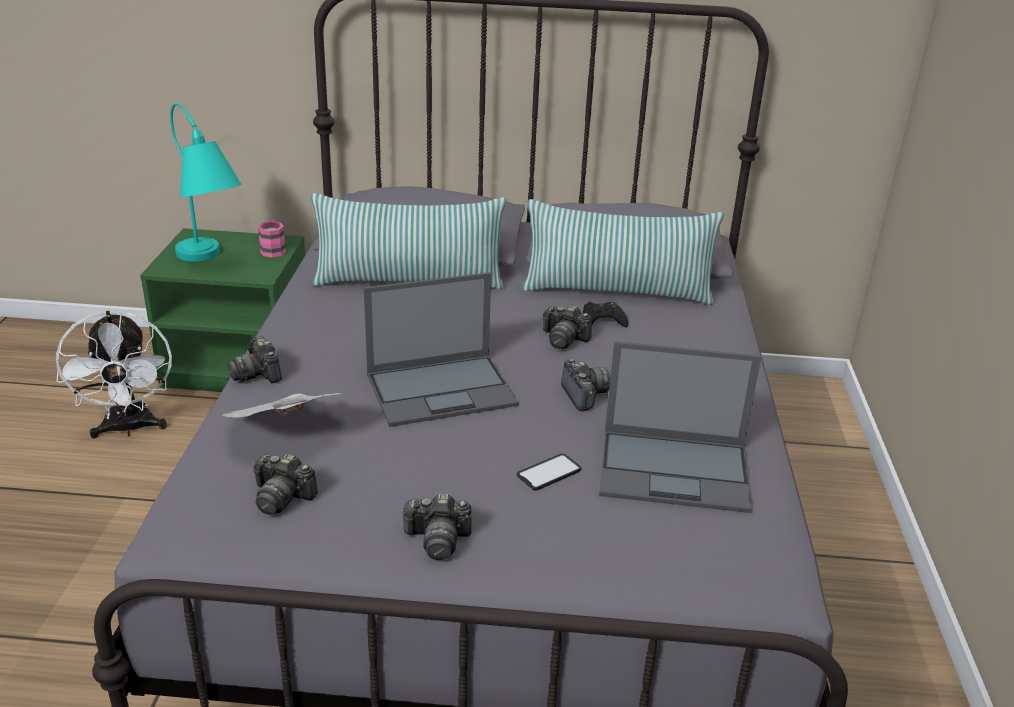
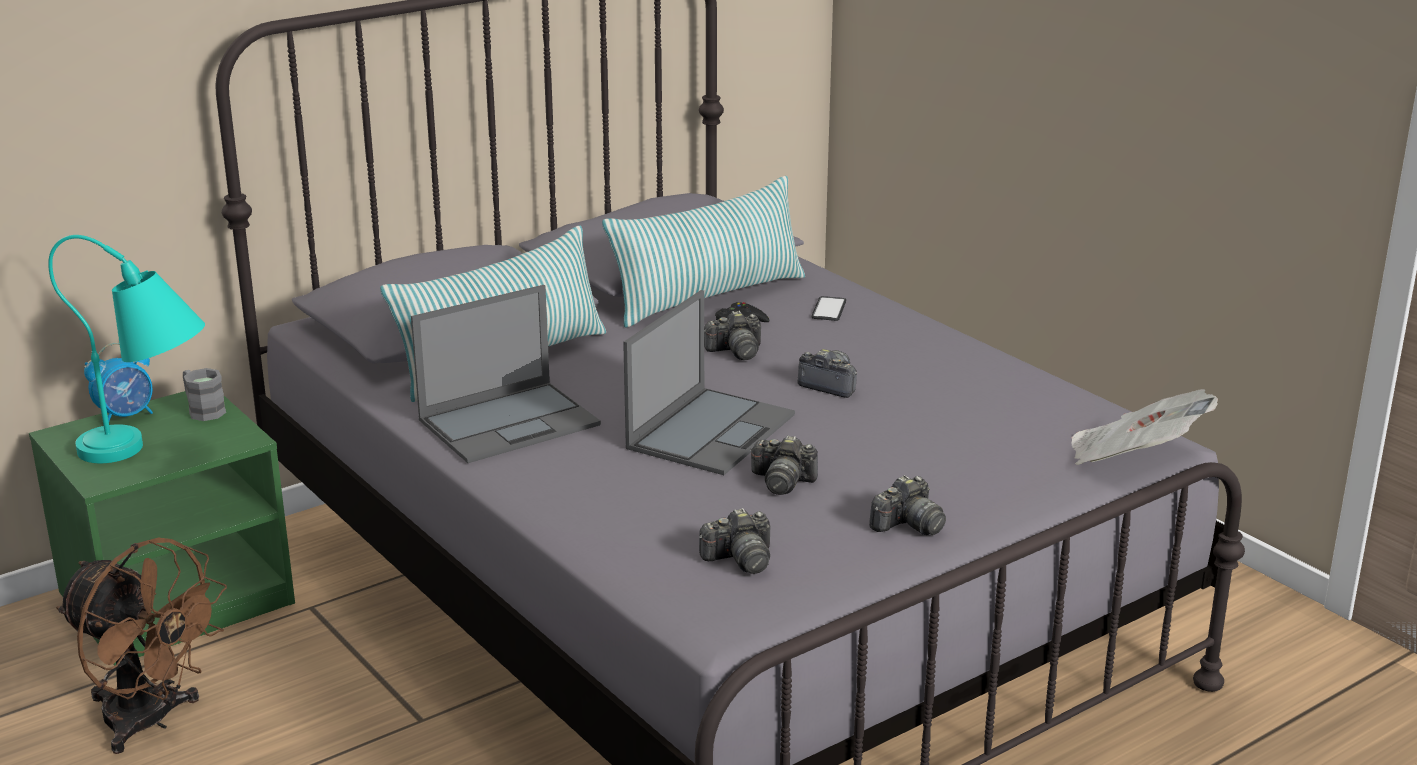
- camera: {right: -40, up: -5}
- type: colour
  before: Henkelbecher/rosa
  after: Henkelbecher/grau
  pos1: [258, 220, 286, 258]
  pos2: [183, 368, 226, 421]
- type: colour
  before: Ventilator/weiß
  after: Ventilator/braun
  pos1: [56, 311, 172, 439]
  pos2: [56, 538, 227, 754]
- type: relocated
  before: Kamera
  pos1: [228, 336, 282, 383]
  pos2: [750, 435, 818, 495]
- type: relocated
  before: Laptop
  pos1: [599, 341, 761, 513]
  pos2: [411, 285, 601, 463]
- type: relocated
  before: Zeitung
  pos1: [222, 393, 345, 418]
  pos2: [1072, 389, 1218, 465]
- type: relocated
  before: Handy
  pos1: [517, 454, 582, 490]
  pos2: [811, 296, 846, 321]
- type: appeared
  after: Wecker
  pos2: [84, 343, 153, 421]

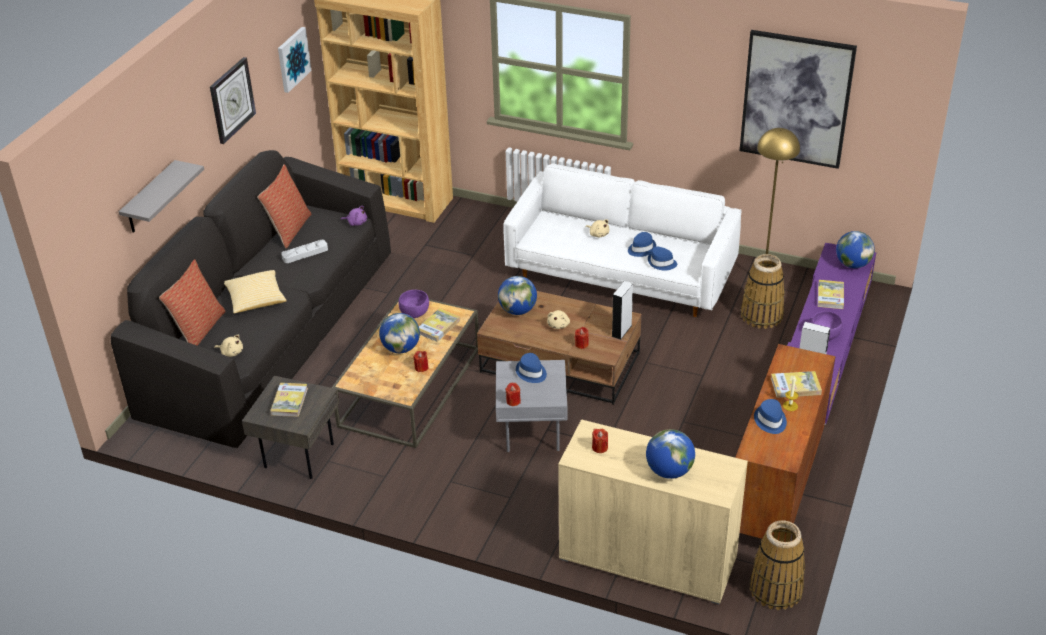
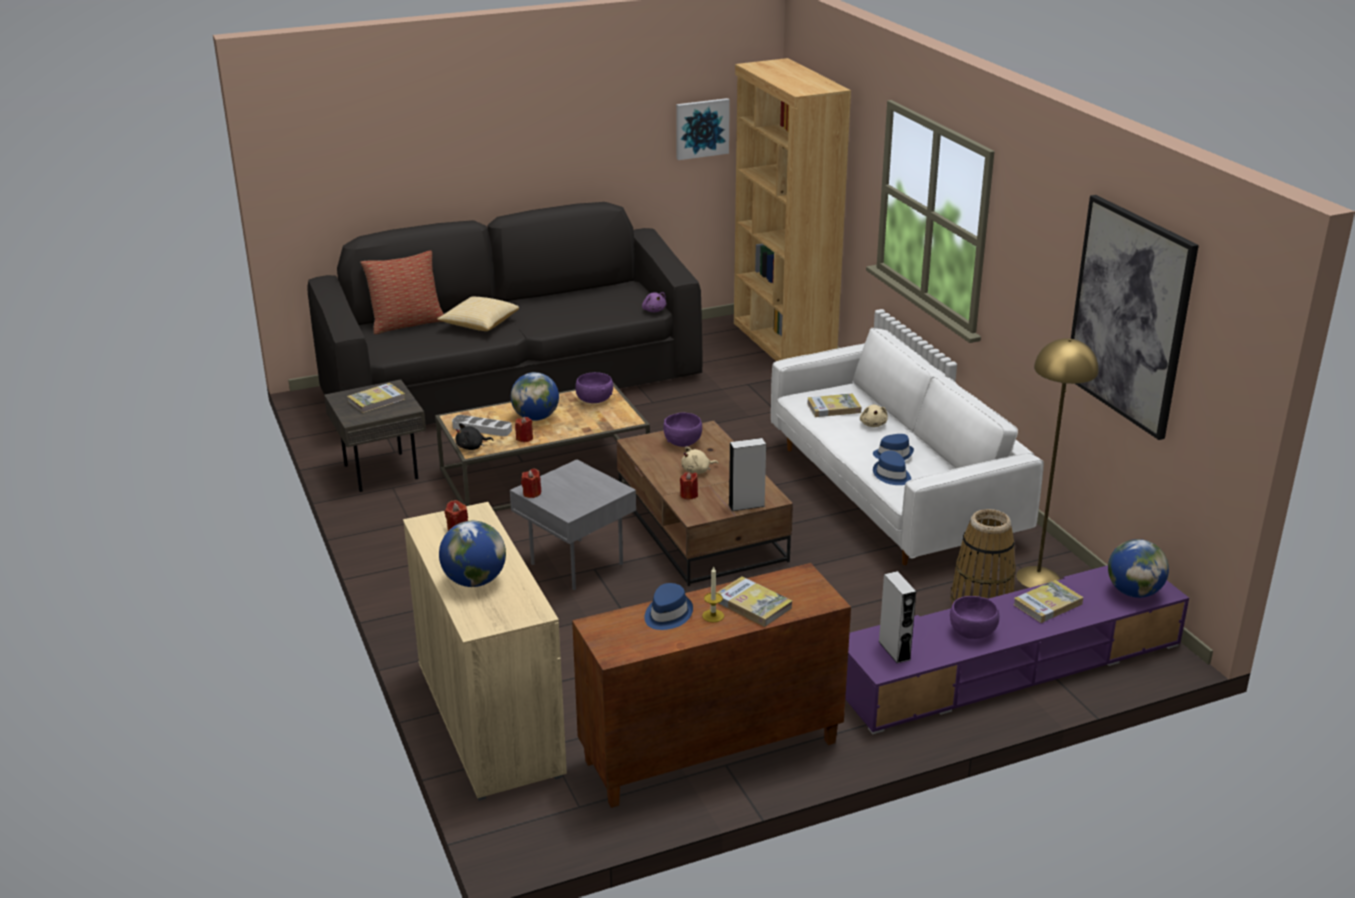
- camera: {right: 45, up: -10}
- type: missing
  before: Wanduhr
  pos1: [210, 57, 256, 144]
- type: missing
  before: Wandregal/grau
  pos1: [119, 160, 204, 233]
- type: missing
  before: Kissen
  pos1: [257, 164, 311, 248]
- type: relocated
  before: Tablett/grau
  pos1: [281, 240, 328, 263]
  pos2: [452, 415, 512, 436]
- type: exchanged
  before: Globus
  after: Schüssel/lila
  pos1: [498, 276, 537, 315]
  pos2: [663, 413, 702, 447]
- type: relocated
  before: Buch
  pos1: [419, 308, 460, 342]
  pos2: [807, 393, 862, 417]
- type: missing
  before: Plüschtier/beige
  pos1: [214, 335, 243, 357]
- type: missing
  before: Hut/blau
  pos1: [516, 353, 547, 383]
- type: missing
  before: Korb
  pos1: [750, 520, 805, 610]
- type: appeared
  after: Plüschtier/schwarz
  pos2: [456, 423, 494, 450]

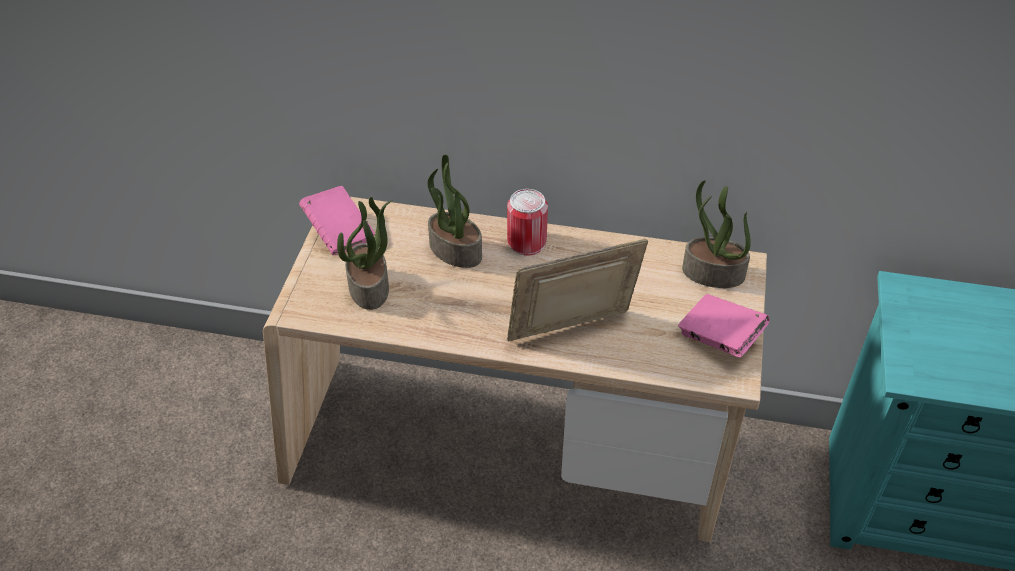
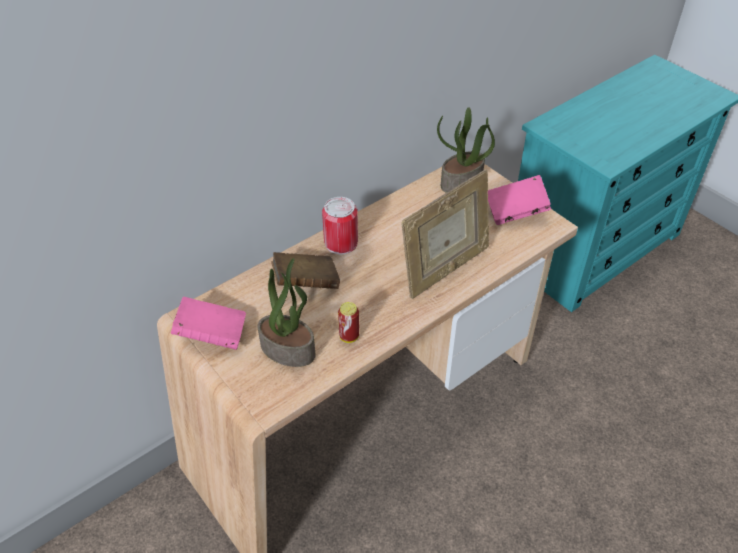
- camera: {right: -50, up: 0}
- type: exchanged
  before: Topfpflanze
  after: Buch/braun
  pos1: [428, 155, 482, 268]
  pos2: [271, 252, 340, 289]
- type: spun
  before: Bilderrahmen
  pos1: [507, 238, 648, 341]
  pos2: [402, 169, 489, 299]
  turn: -150
- type: appeared
  after: Dose
  pos2: [338, 302, 359, 343]

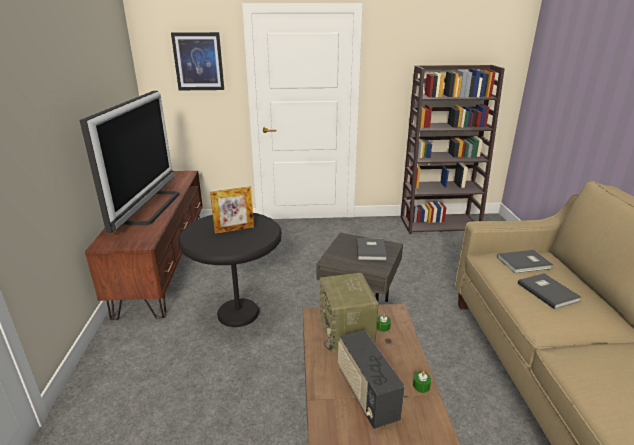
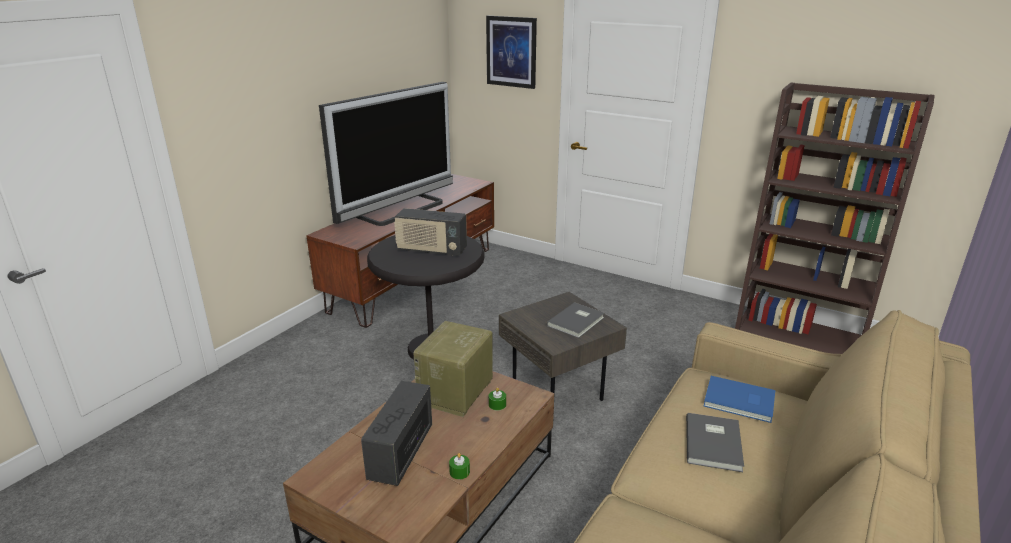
- camera: {right: 35, up: 0}
- type: exchanged
  before: Bilderrahmen
  after: Radio
  pos1: [210, 186, 254, 234]
  pos2: [394, 208, 467, 256]
- type: colour
  before: Buch/grau
  after: Buch/blau
  pos1: [497, 250, 553, 273]
  pos2: [704, 376, 775, 423]

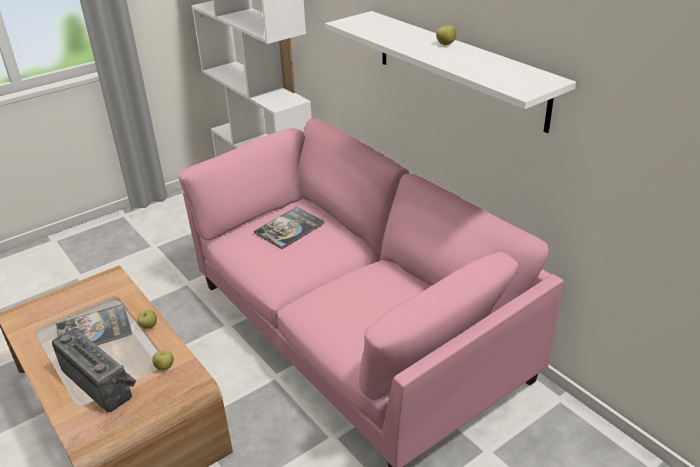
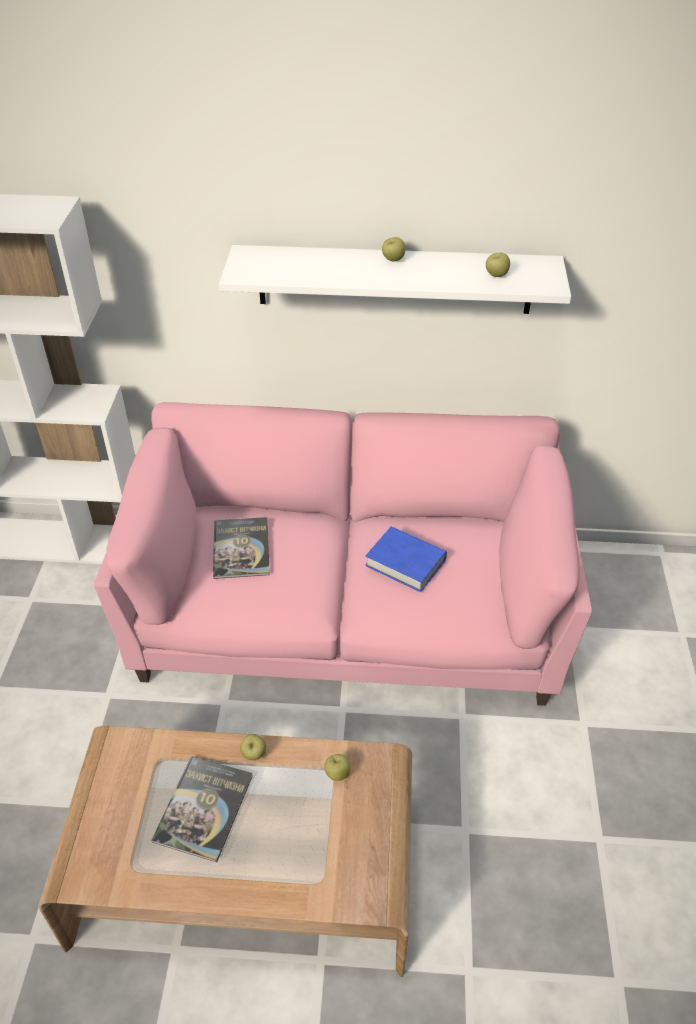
- camera: {right: -50, up: 10}
- type: missing
  before: Radio
  pos1: [52, 328, 136, 412]
- type: appeared
  after: Apfel
  pos2: [486, 252, 510, 277]
- type: appeared
  after: Buch/blau
  pos2: [365, 527, 447, 592]

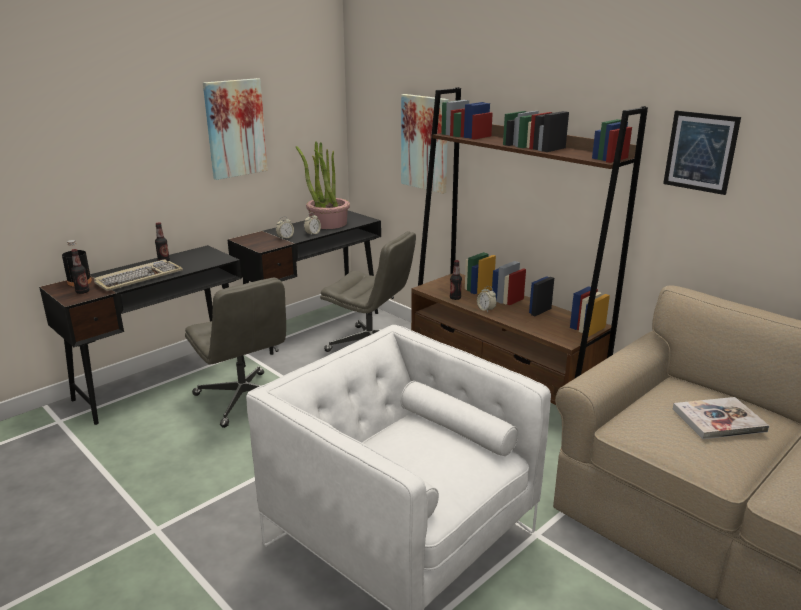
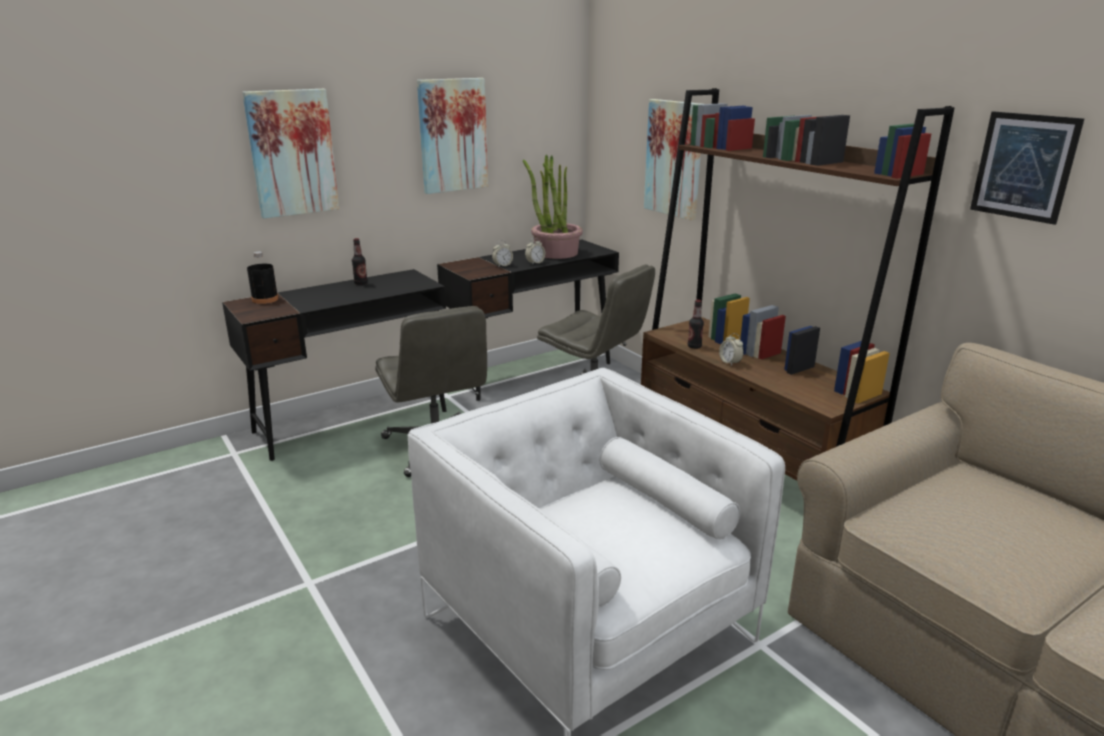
- camera: {right: 10, up: 0}
- type: missing
  before: Flasche
  pos1: [71, 249, 89, 294]
- type: missing
  before: Tastatur
  pos1: [94, 259, 183, 291]
- type: missing
  before: Buch
  pos1: [673, 397, 769, 439]
- type: appeared
  after: Bild
  pos2: [242, 89, 339, 219]

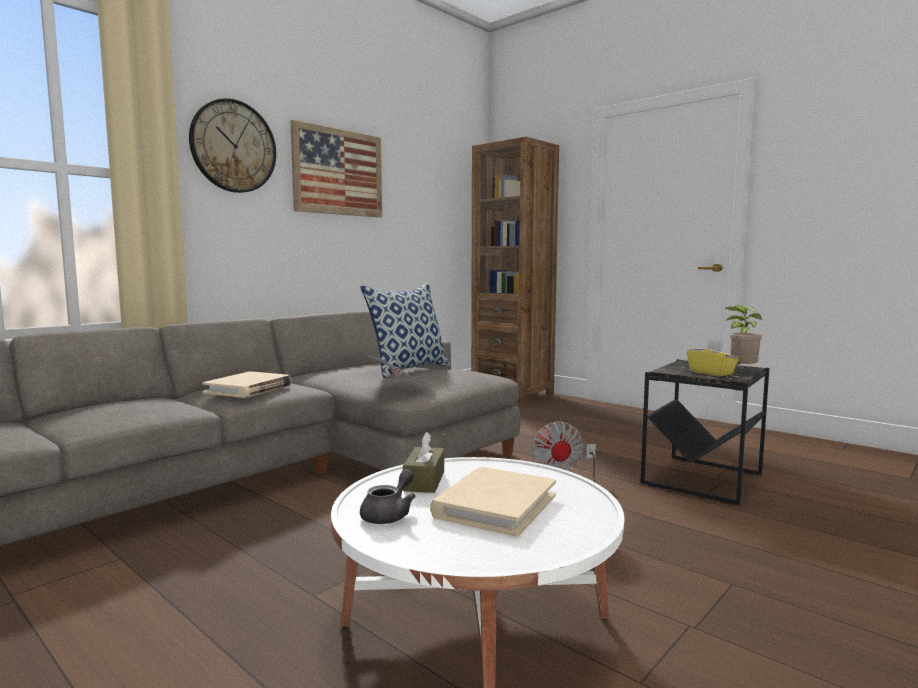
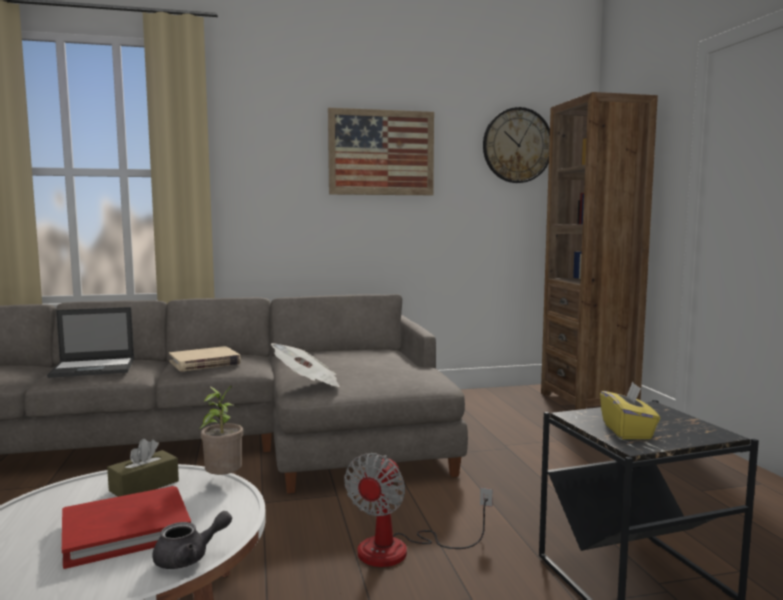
- camera: {right: 35, up: 0}
- type: relocated
  before: Wanduhr
  pos1: [189, 98, 276, 193]
  pos2: [483, 107, 550, 183]
- type: missing
  before: Kissen
  pos1: [360, 283, 450, 378]
- type: relocated
  before: Topfpflanze
  pos1: [725, 305, 762, 365]
  pos2: [199, 386, 243, 475]
- type: colour
  before: Buch/beige
  after: Buch/rot
  pos1: [430, 467, 556, 537]
  pos2: [62, 486, 191, 569]
- type: relocated
  before: Teekanne/grau
  pos1: [360, 469, 416, 524]
  pos2: [152, 511, 232, 569]
- type: appeared
  after: Laptop
  pos2: [47, 307, 134, 378]

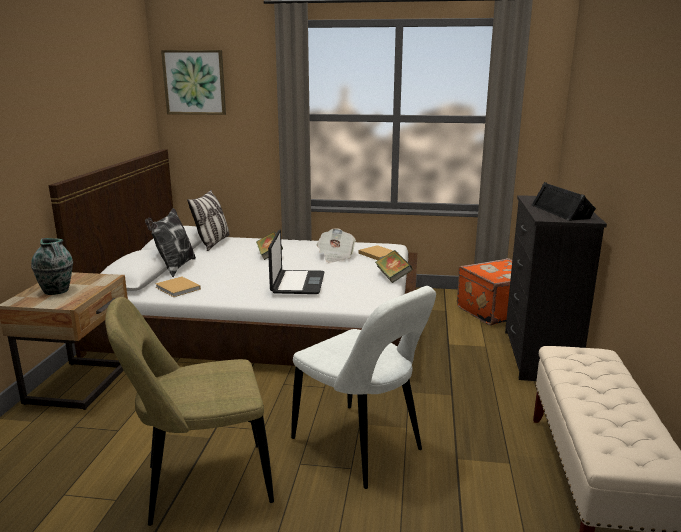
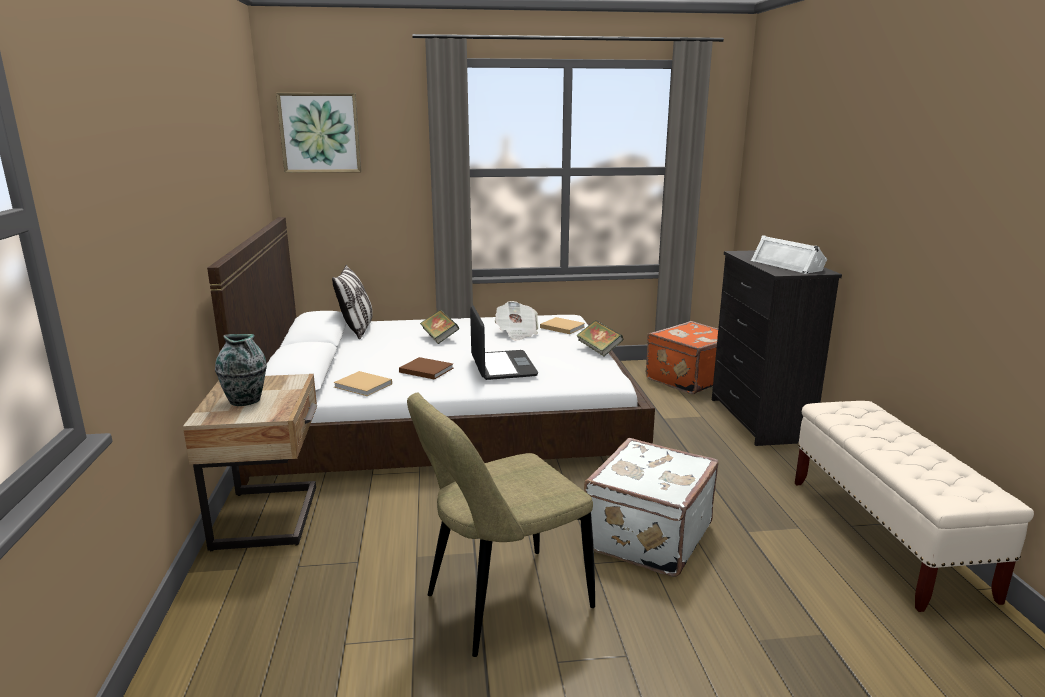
- camera: {right: -15, up: 0}
- type: colour
  before: Lautsprecher/schwarz
  after: Lautsprecher/weiß
  pos1: [531, 182, 596, 221]
  pos2: [751, 235, 827, 274]
- type: missing
  before: Kissen
  pos1: [145, 208, 196, 277]
- type: exchanged
  before: Stuhl/weiß
  after: Koffer/weiß
  pos1: [291, 286, 436, 489]
  pos2: [584, 438, 719, 577]
- type: appeared
  after: Buch/braun
  pos2: [399, 357, 453, 380]

